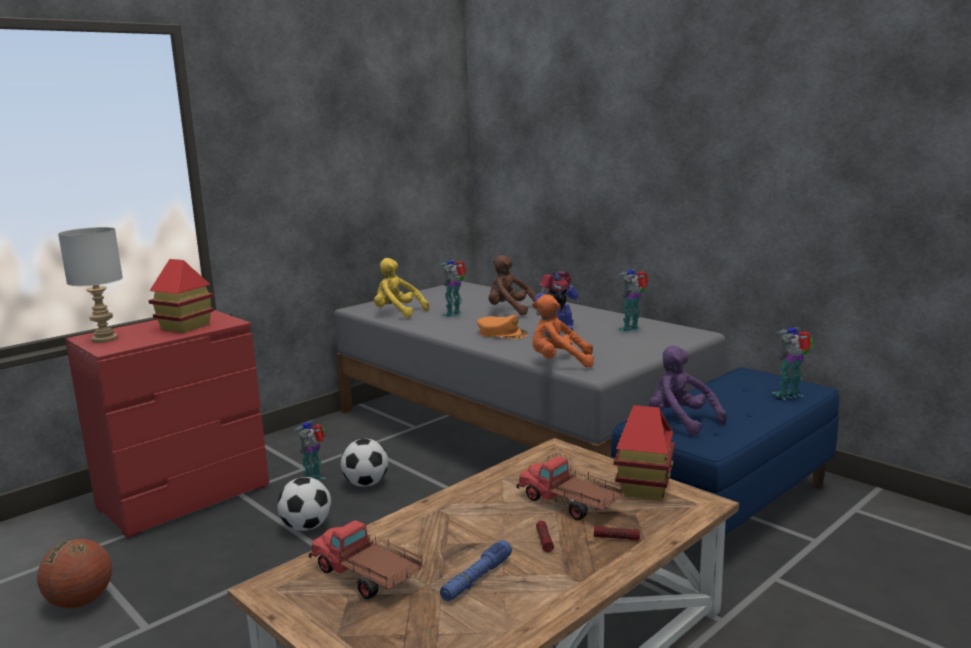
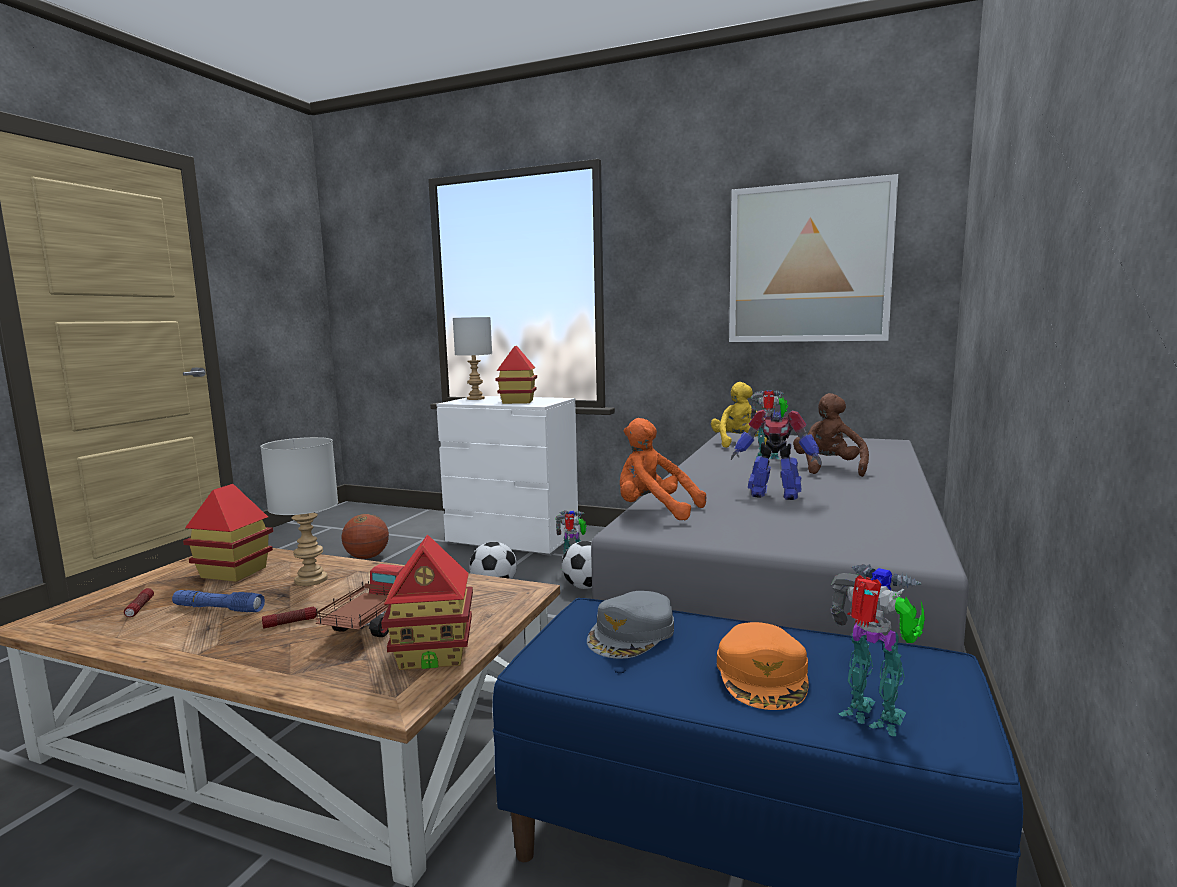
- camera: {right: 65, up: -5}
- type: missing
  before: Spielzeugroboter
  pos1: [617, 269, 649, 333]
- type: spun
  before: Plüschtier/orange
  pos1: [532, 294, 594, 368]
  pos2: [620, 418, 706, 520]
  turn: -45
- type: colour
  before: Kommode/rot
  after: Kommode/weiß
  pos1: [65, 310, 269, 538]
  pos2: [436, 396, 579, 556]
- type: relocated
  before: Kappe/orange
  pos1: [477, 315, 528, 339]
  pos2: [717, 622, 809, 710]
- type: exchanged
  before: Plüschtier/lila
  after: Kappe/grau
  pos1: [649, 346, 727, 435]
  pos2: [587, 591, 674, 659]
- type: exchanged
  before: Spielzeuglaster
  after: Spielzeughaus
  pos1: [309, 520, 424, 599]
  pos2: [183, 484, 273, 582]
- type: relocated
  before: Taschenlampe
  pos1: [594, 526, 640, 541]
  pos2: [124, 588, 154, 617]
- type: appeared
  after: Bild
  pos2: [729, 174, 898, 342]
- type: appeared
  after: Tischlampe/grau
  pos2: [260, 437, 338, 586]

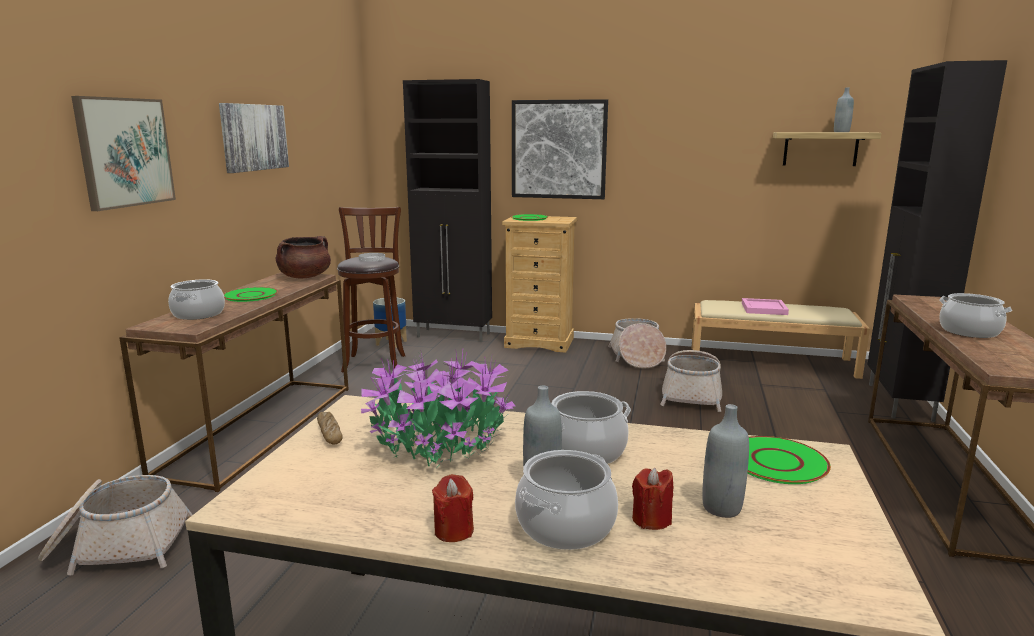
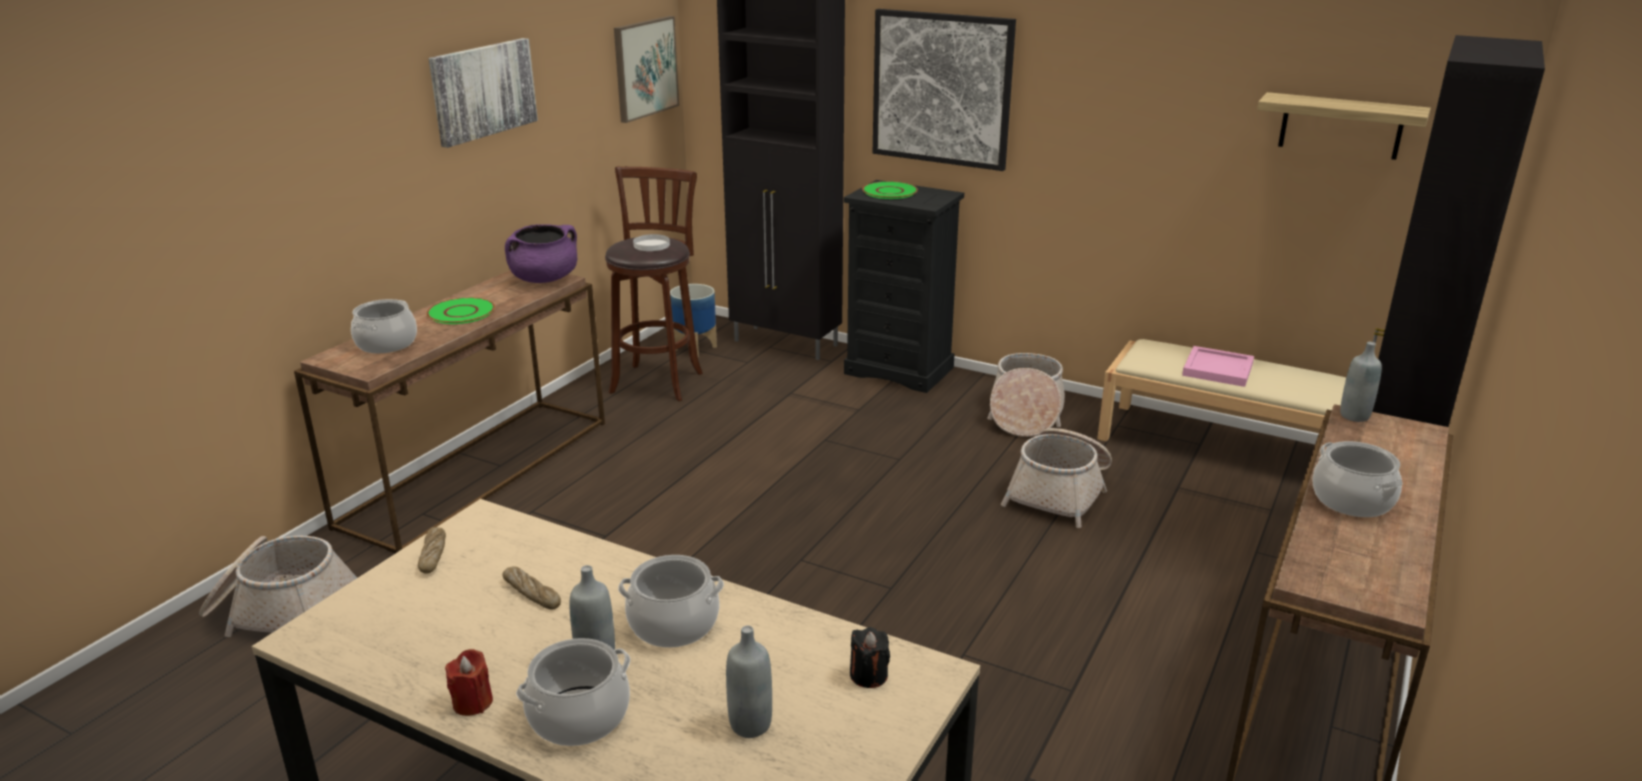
- camera: {right: 15, up: 10}
- type: relocated
  before: Flasche/grau
  pos1: [834, 88, 854, 132]
  pos2: [1340, 342, 1382, 422]
- type: relocated
  before: Bild
  pos1: [71, 96, 176, 211]
  pos2: [614, 16, 679, 123]
- type: colour
  before: Kommode/beige
  after: Kommode/schwarz
  pos1: [502, 216, 577, 353]
  pos2: [844, 180, 964, 393]
- type: colour
  before: Kochtopf/braun
  after: Kochtopf/lila
  pos1: [276, 236, 331, 278]
  pos2: [505, 224, 577, 283]
- type: exchanged
  before: Topfpflanze
  after: Brot
  pos1: [361, 350, 515, 468]
  pos2: [503, 567, 561, 609]
- type: exchanged
  before: Teller/grün
  after: Kerze/schwarz
  pos1: [748, 436, 831, 484]
  pos2: [850, 627, 890, 688]
- type: missing
  before: Kerze/rot
  pos1: [632, 468, 673, 530]

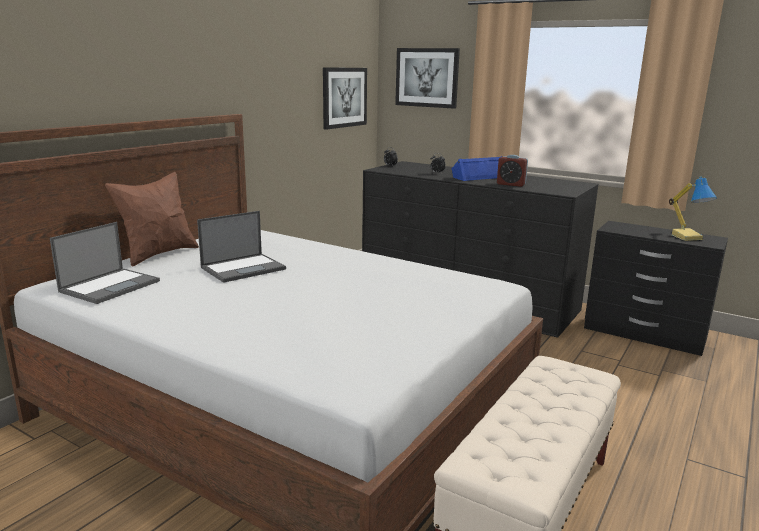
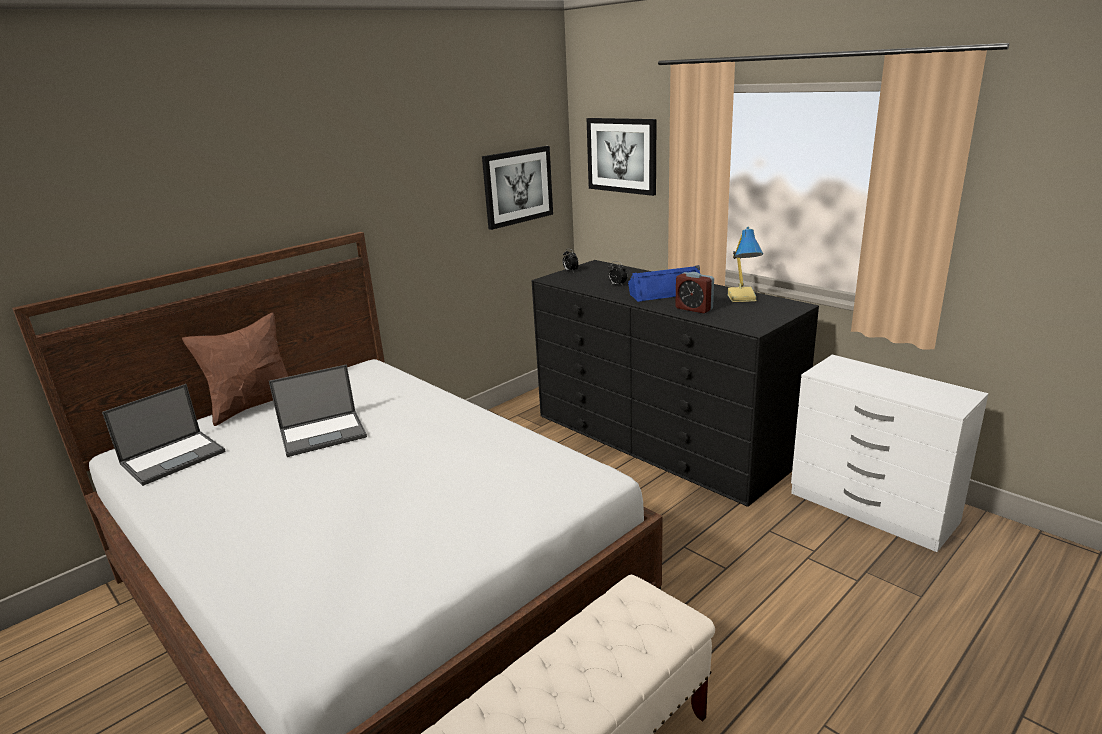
- camera: {right: 15, up: 5}
- type: relocated
  before: Tischlampe
  pos1: [669, 176, 717, 241]
  pos2: [727, 227, 763, 302]
- type: colour
  before: Kommode/schwarz
  after: Kommode/weiß
  pos1: [584, 221, 728, 356]
  pos2: [791, 355, 988, 552]

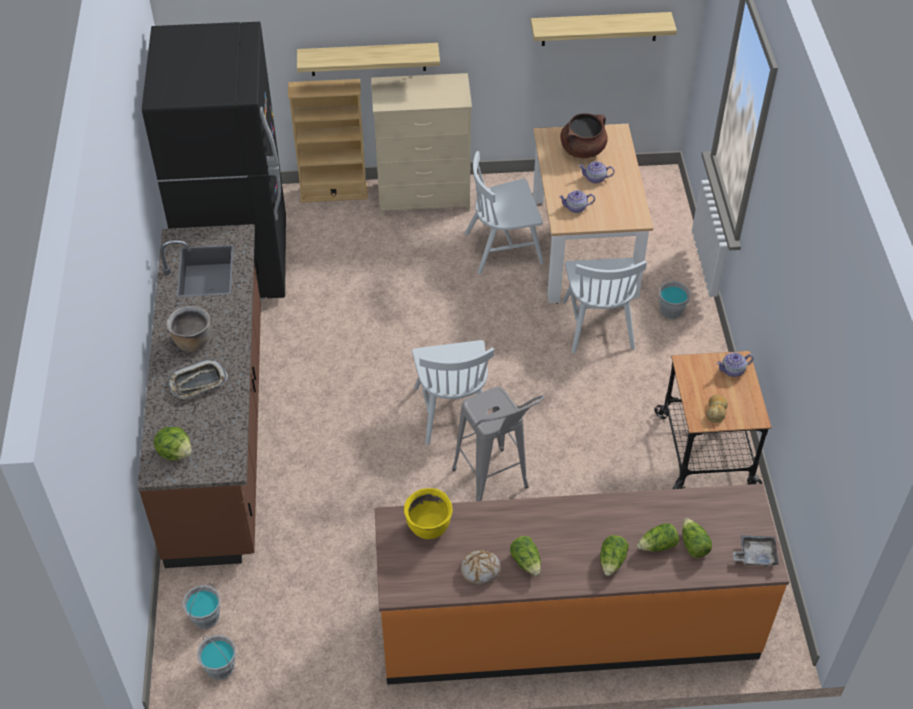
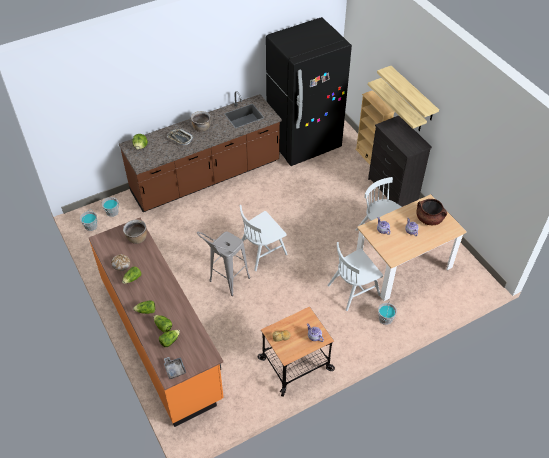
- camera: {right: 65, up: 0}
- type: relocated
  before: Wandregal
  pos1: [531, 12, 677, 46]
  pos2: [377, 66, 439, 120]
- type: colour
  before: Kommode/beige
  after: Kommode/schwarz
  pos1: [371, 73, 472, 215]
  pos2: [368, 115, 432, 207]
- type: colour
  before: Kochtopf/gelb
  after: Kochtopf/braun
  pos1: [404, 488, 452, 539]
  pos2: [123, 219, 147, 244]

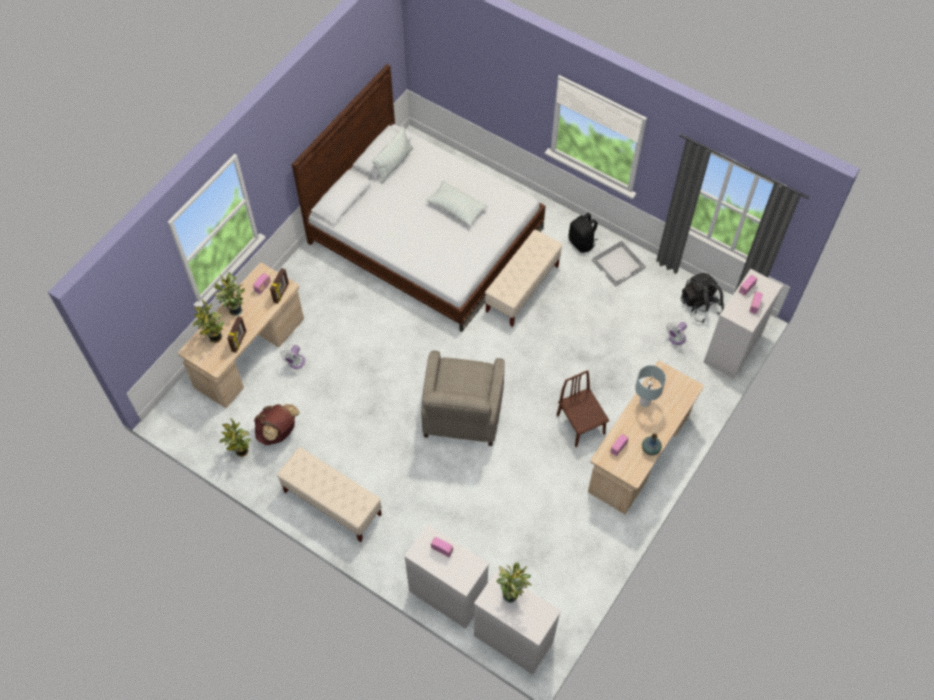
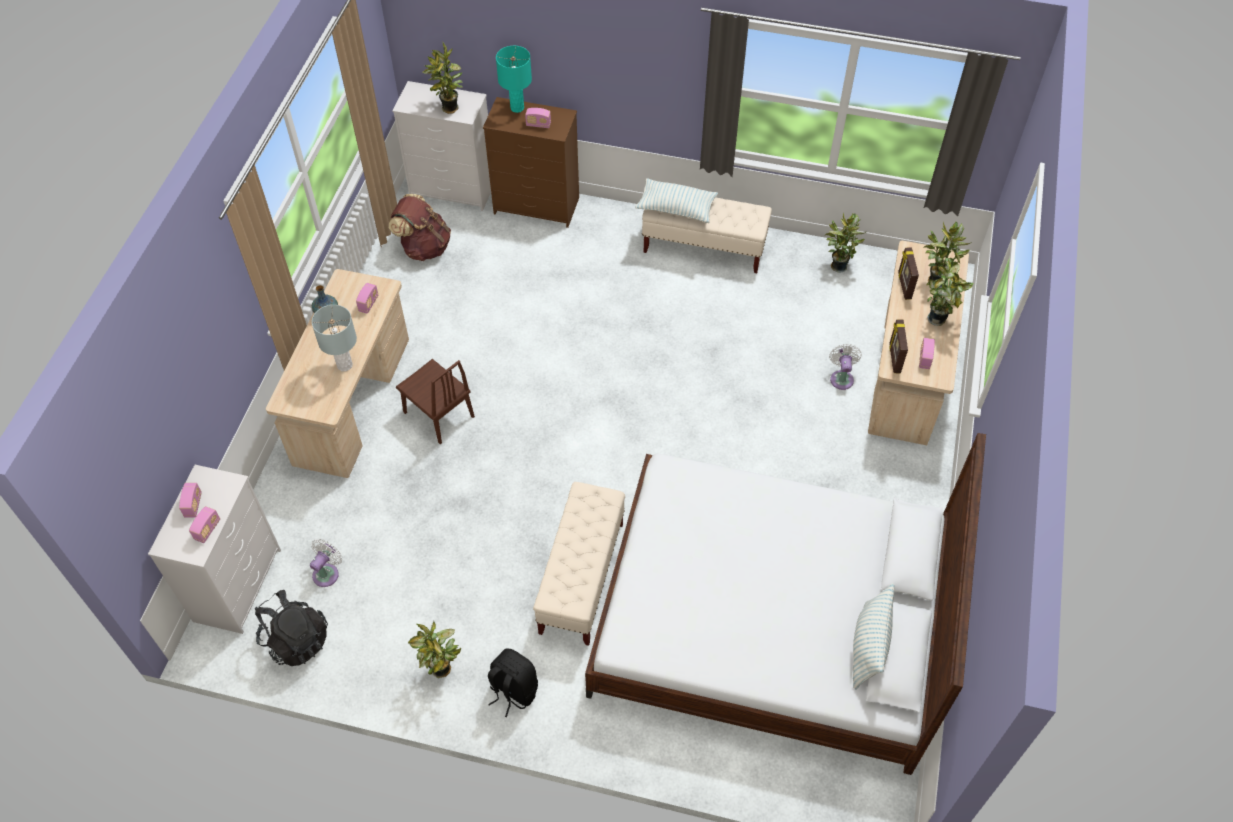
- camera: {right: 160, up: -5}
- type: relocated
  before: Kissen
  pos1: [426, 181, 488, 226]
  pos2: [635, 178, 718, 223]
- type: exchanged
  before: Tablett/weiß
  after: Topfpflanze
  pos1: [592, 241, 646, 287]
  pos2: [408, 621, 461, 678]
- type: missing
  before: Sessel/beige
  pos1: [421, 351, 505, 446]
- type: relocated
  before: Rucksack/braun
  pos1: [254, 404, 299, 445]
  pos2: [389, 194, 451, 261]
- type: colour
  before: Kommode/weiß
  after: Kommode/braun
  pos1: [404, 524, 489, 629]
  pos2: [483, 97, 579, 228]
- type: appeared
  after: Tischlampe/türkis
  pos2: [496, 46, 532, 113]

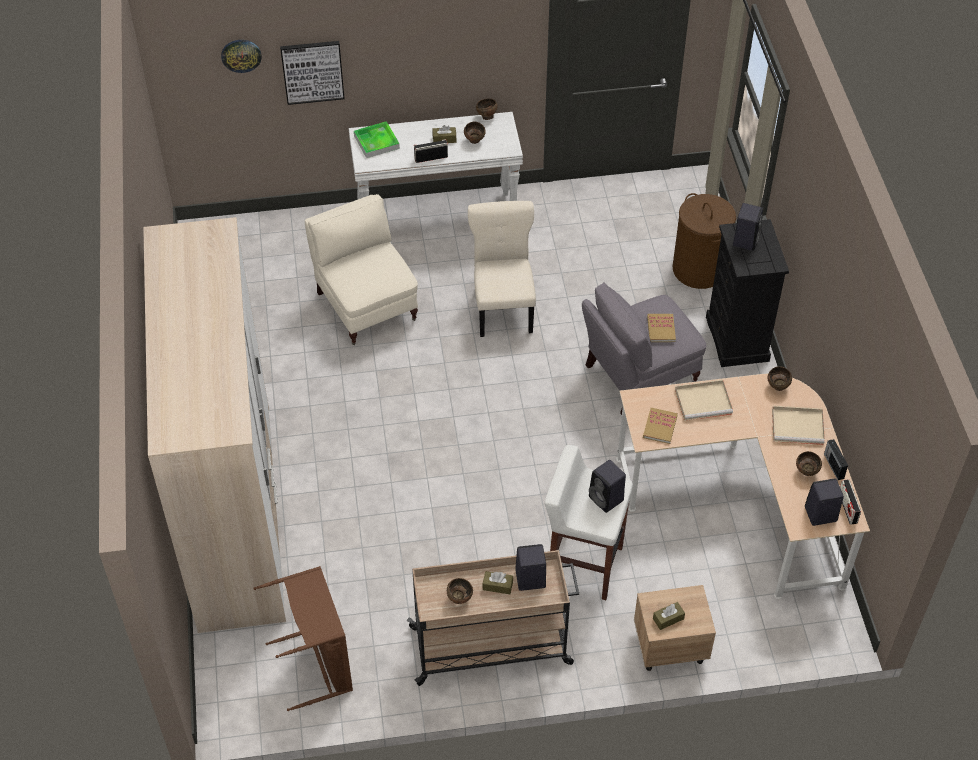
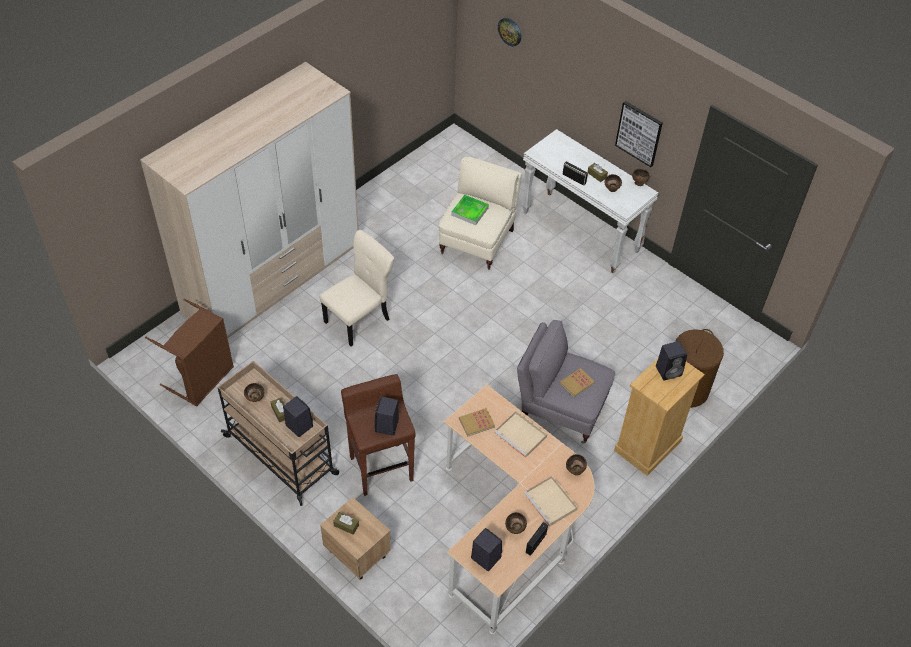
- camera: {right: 50, up: 0}
- type: relocated
  before: Bild
  pos1: [280, 41, 345, 105]
  pos2: [615, 101, 663, 167]
- type: relocated
  before: Tablett
  pos1: [354, 121, 400, 158]
  pos2: [451, 195, 489, 225]
- type: relocated
  before: Stuhl/beige
  pos1: [468, 201, 536, 337]
  pos2: [320, 230, 394, 346]
- type: colour
  before: Kommode/schwarz
  after: Kommode/beige
  pos1: [706, 219, 789, 367]
  pos2: [614, 357, 705, 476]
- type: colour
  before: Hocker/weiß
  after: Hocker/braun
  pos1: [544, 445, 633, 600]
  pos2: [341, 374, 415, 496]
- type: missing
  before: Radio
  pos1: [840, 480, 861, 524]

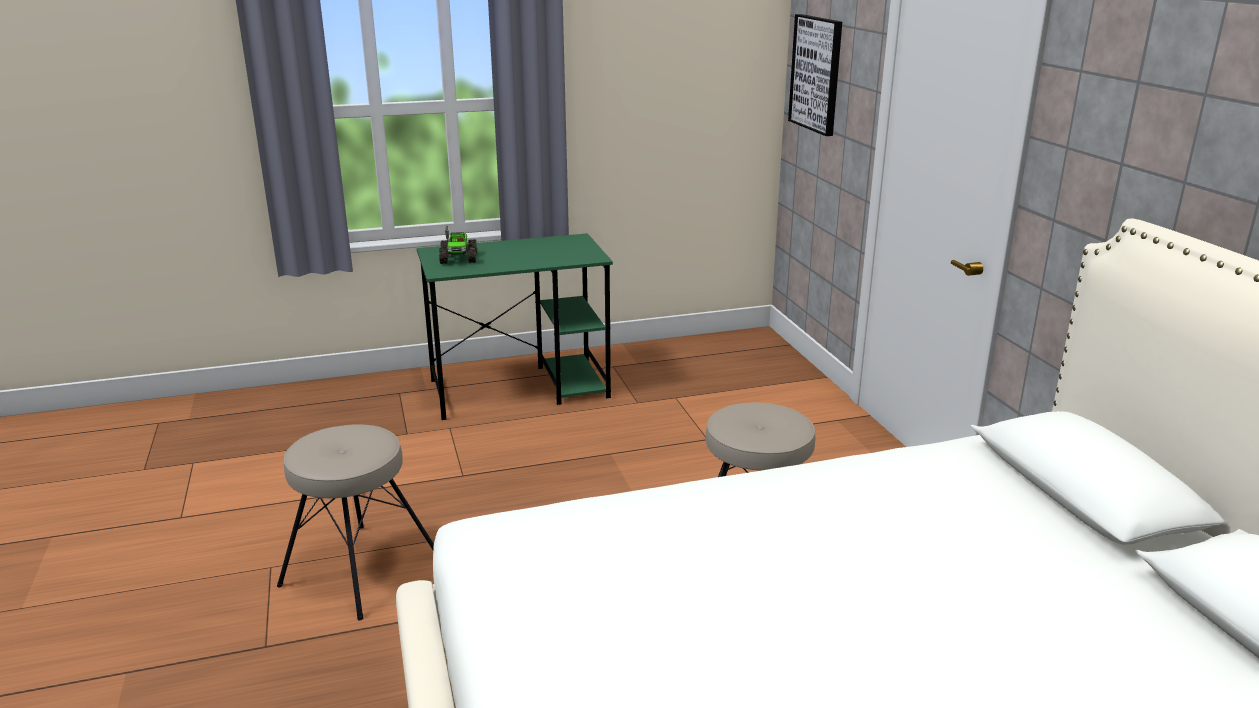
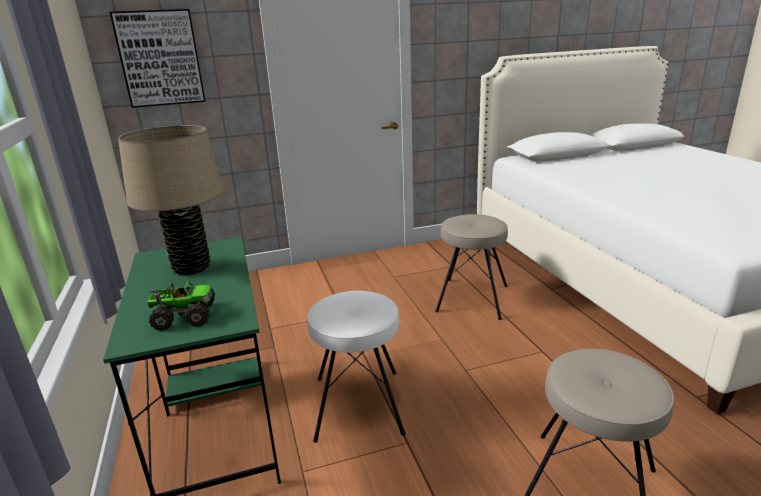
- camera: {right: -90, up: 0}
- type: appeared
  after: Tischlampe/beige
  pos2: [118, 125, 223, 275]
- type: appeared
  after: Hocker/weiß
  pos2: [308, 291, 405, 443]

